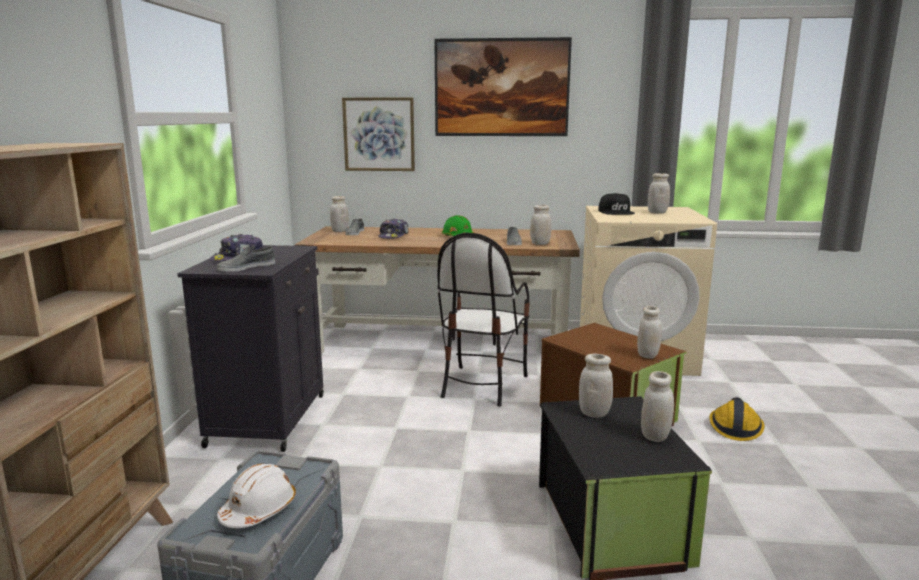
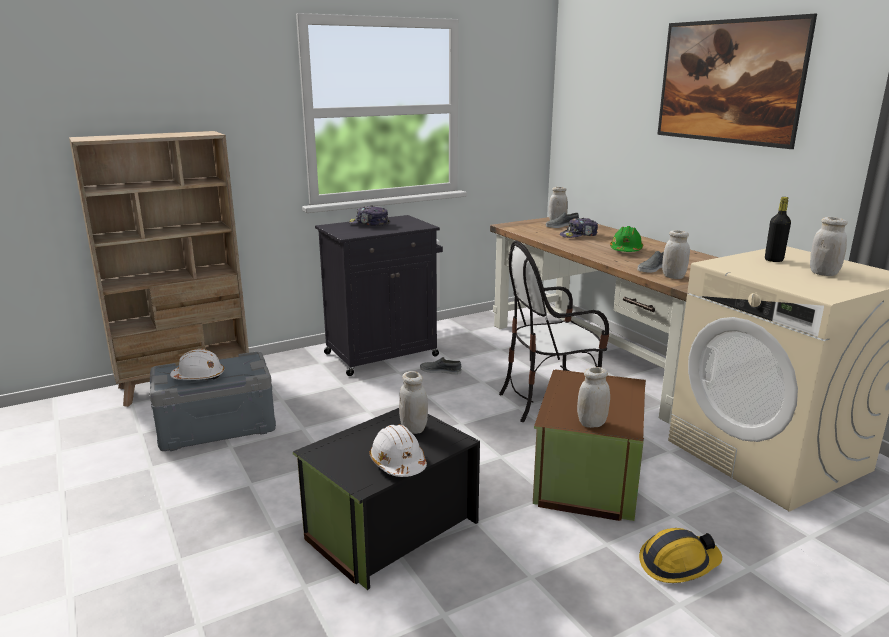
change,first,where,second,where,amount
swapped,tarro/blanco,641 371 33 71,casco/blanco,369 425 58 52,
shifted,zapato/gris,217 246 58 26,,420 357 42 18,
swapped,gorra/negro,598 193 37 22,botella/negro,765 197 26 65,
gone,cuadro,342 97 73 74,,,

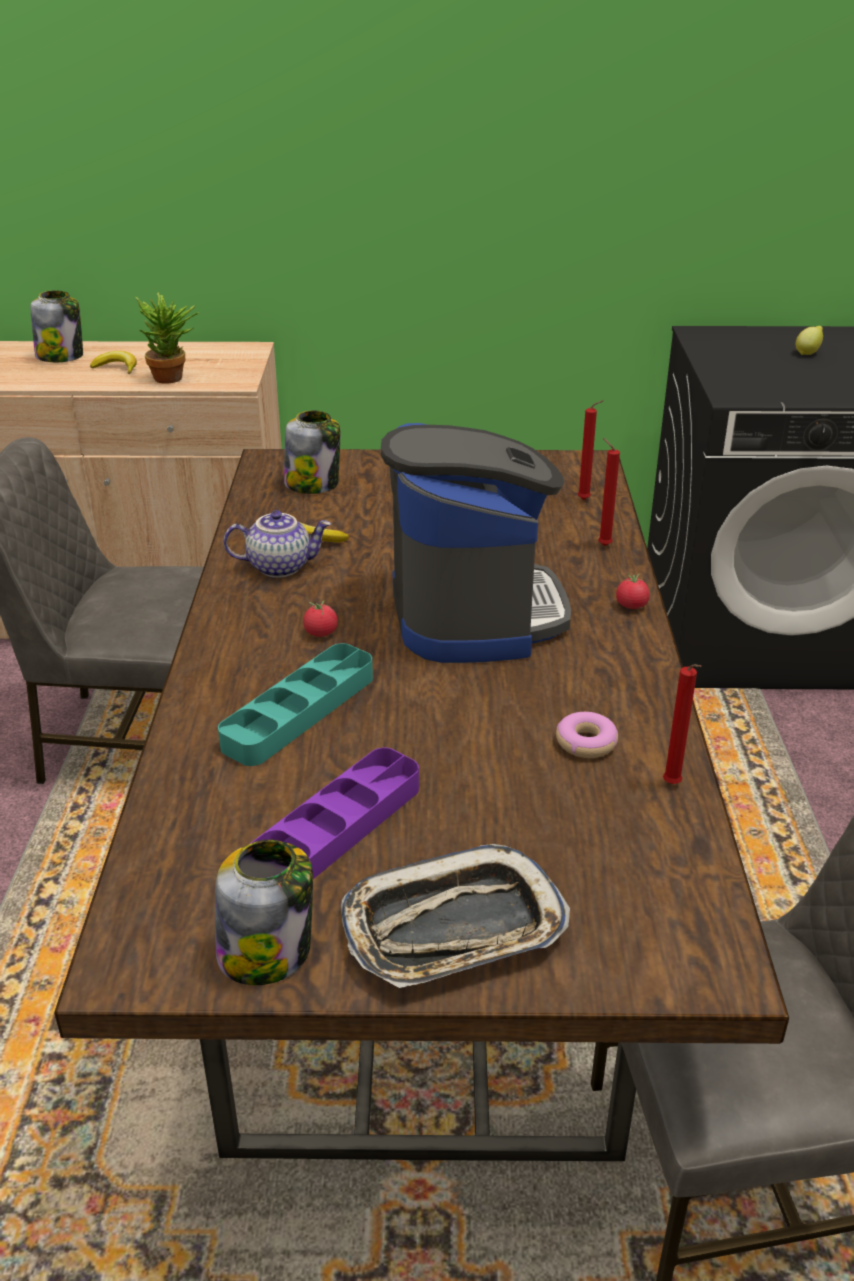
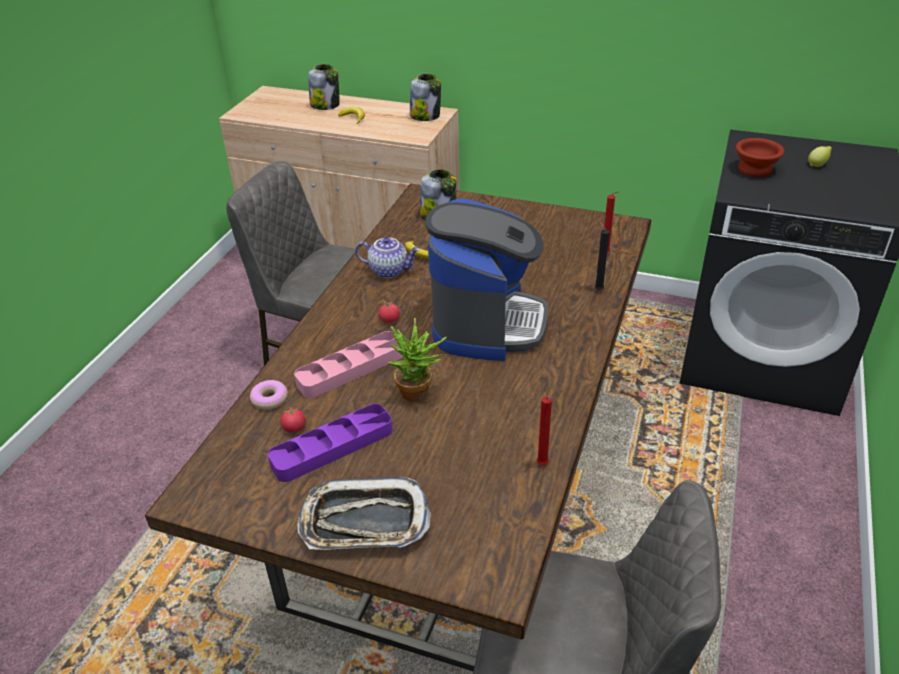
change,first,where,second,where,amount
shifted,rosquilla,556 712 62 46,,250 380 38 30,
shifted,tomate,616 572 34 37,,281 406 25 27,
repainted,bandeja/turquesa,218 643 155 123,bandeja/rosa,294 331 109 67,
shifted,planta en maceta,136 293 63 91,,388 318 59 84,
shifted,tarro,215 840 98 145,,410 74 31 47,
repainted,vela/rojo,598 438 22 108,vela/negro,595 221 14 69,
new,,,cuenco/marrón,736 138 48 39,

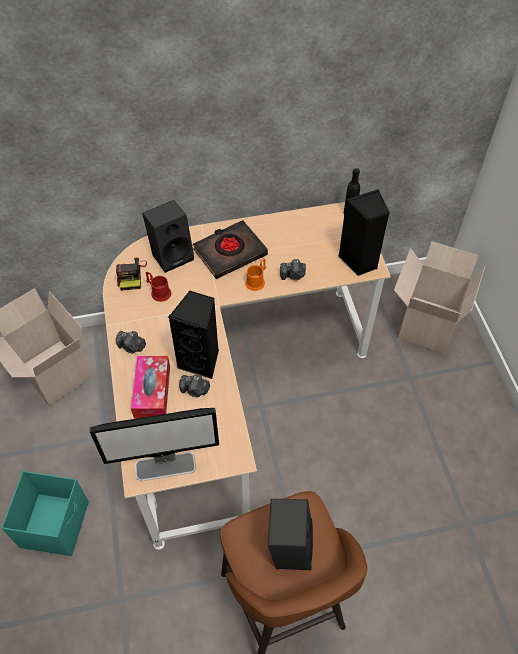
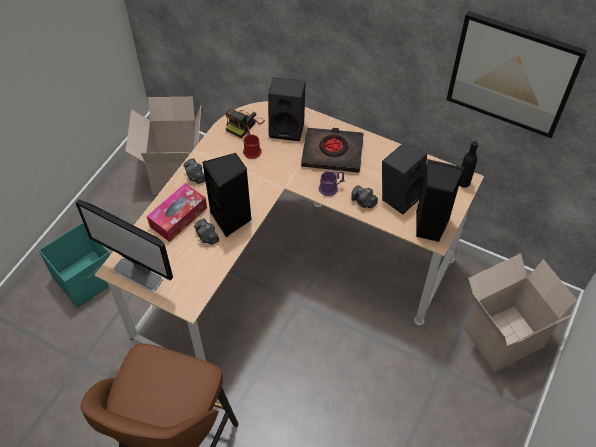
change,first,where,second,where,amount
repainted,taza grande/naranja,245 259 21 32,taza grande/morado,318 171 26 25,
shifted,altavoz/negro,268 499 45 71,,382 142 45 72,
new,,,cuadro,446 11 142 127,

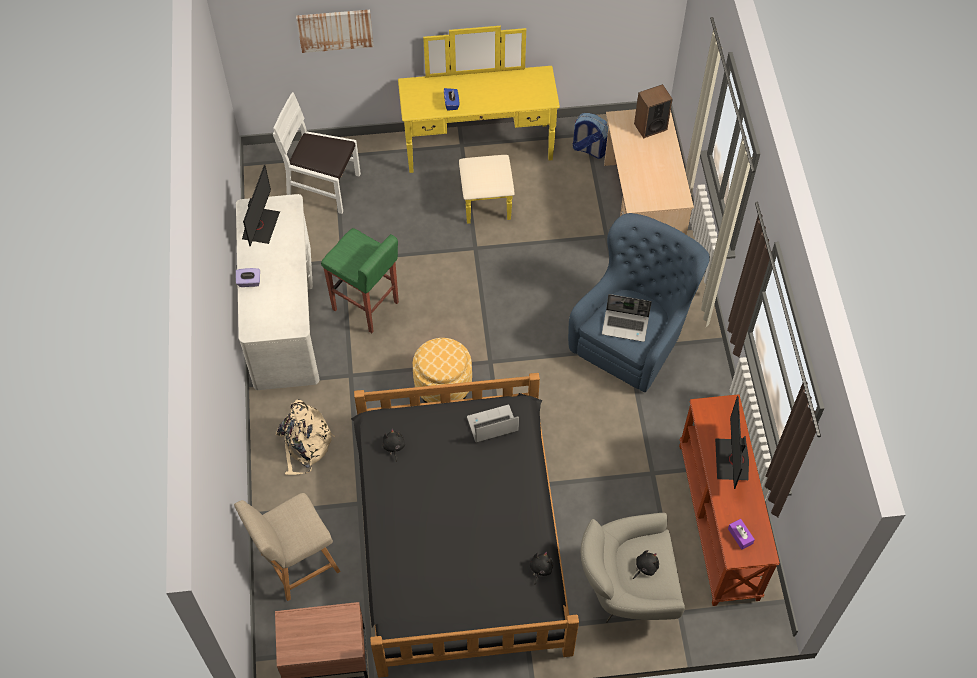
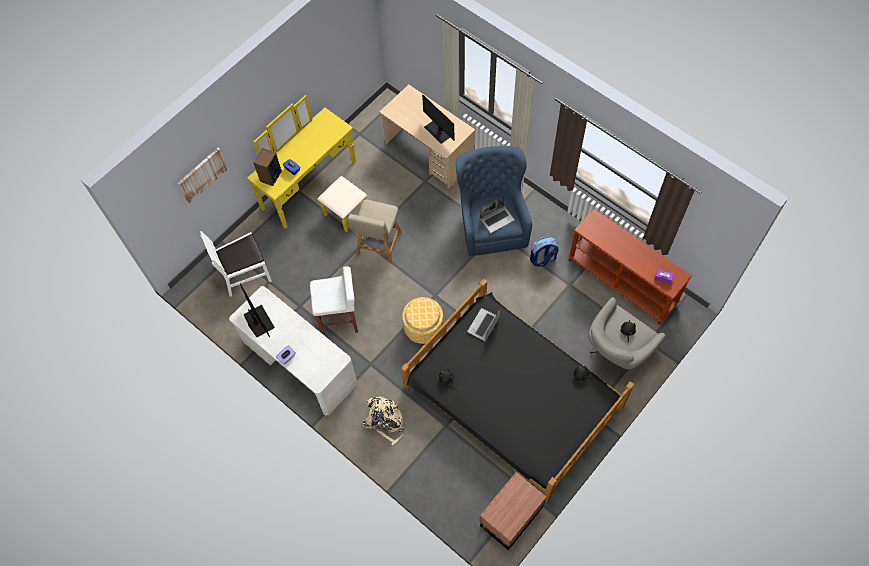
change,first,where,second,where,amount
shifted,altavoz,634 84 38 55,,254 148 28 38,
repainted,taburete/verde,321 228 78 105,taburete/blanco,310 266 48 71,
shifted,silla/beis,234 493 107 108,,348 200 54 63,
shifted,monitor,715 396 34 93,,422 95 33 49,
shifted,mochila,572 113 36 46,,530 236 29 31,

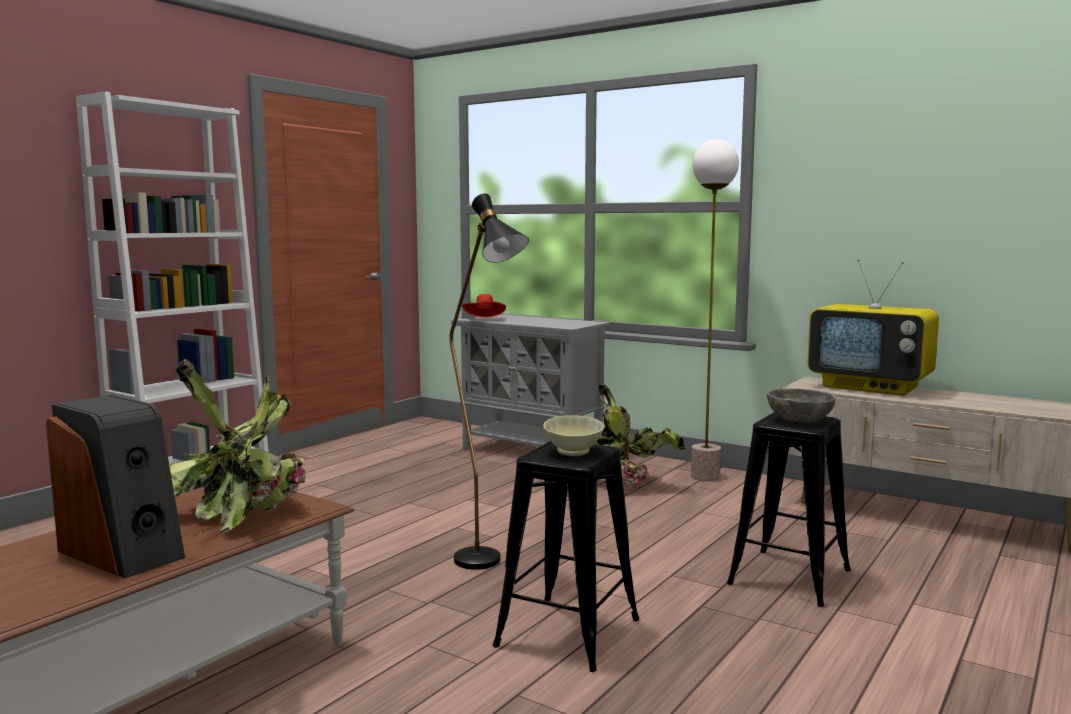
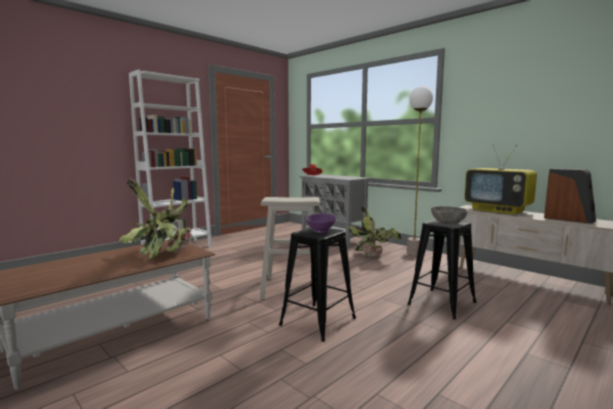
change,first,where,second,where,amount
swapped,lámpara de pie/negro,449 193 80 377,taburete/beis,260 197 60 102,
repainted,cuenco/beis,543 415 61 41,cuenco/morado,306 214 30 19,
shifted,altavoz,46 395 139 183,,544 168 52 56,

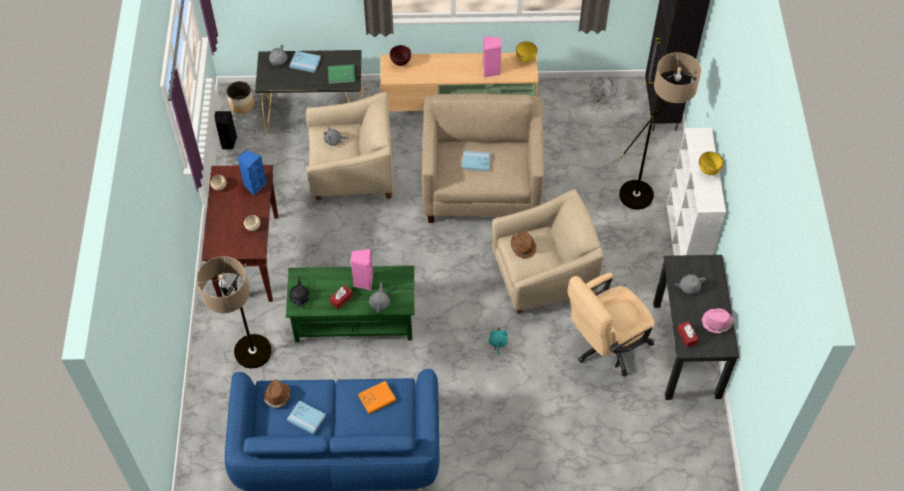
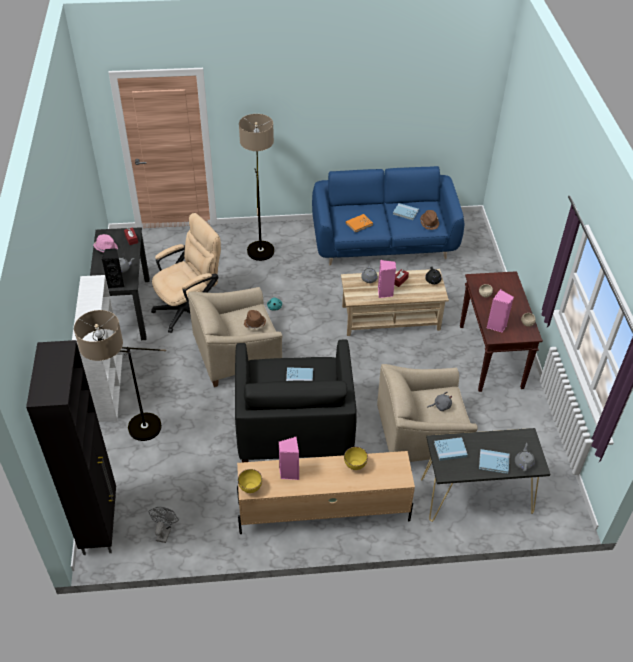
change,first,where,second,where,amount
shifted,altavoz/negro,214 111 23 39,,102 248 22 41,
repainted,sillón/beis,422 94 122 129,sillón/negro,235 340 122 122,
shifted,lámpara de pie,197 256 75 113,,239 114 35 147,
repainted,mesa de centro/verde,286 266 128 76,mesa de centro/beis,341 269 108 67,
shifted,cuenco/amarillo,699 152 25 23,,344 447 24 23,
repainted,libro/verde,328 64 27 20,libro/azul,434 437 34 24,
repainted,altavoz/azul,237 150 30 45,altavoz/rosa,487 289 27 43,
gone,maceta,226 81 28 33,,,
gone,cuenco/marrón,390 45 21 21,,,

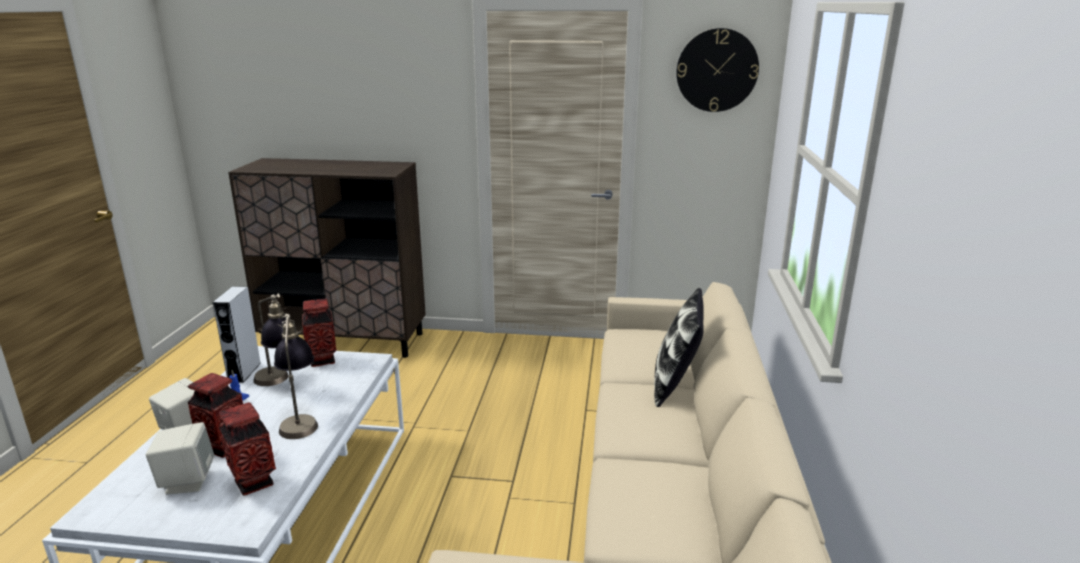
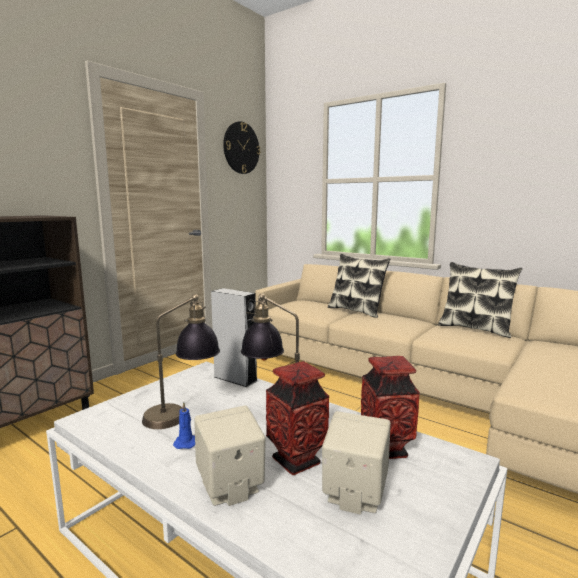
change,first,where,second,where,amount
shifted,altavoz/gris,213 286 48 97,,211 288 46 99,
new,,,cojín,438 262 84 76,
gone,florero,302 299 35 68,,,

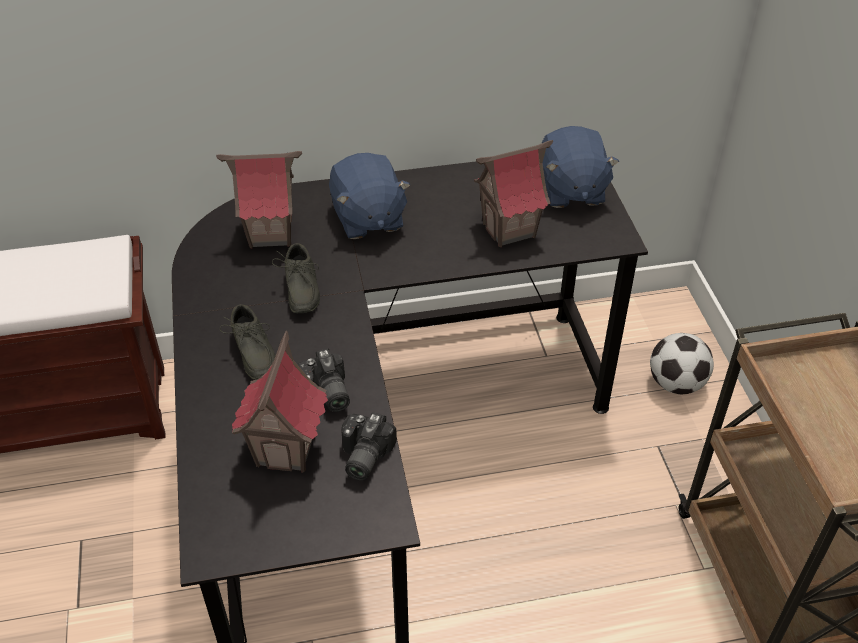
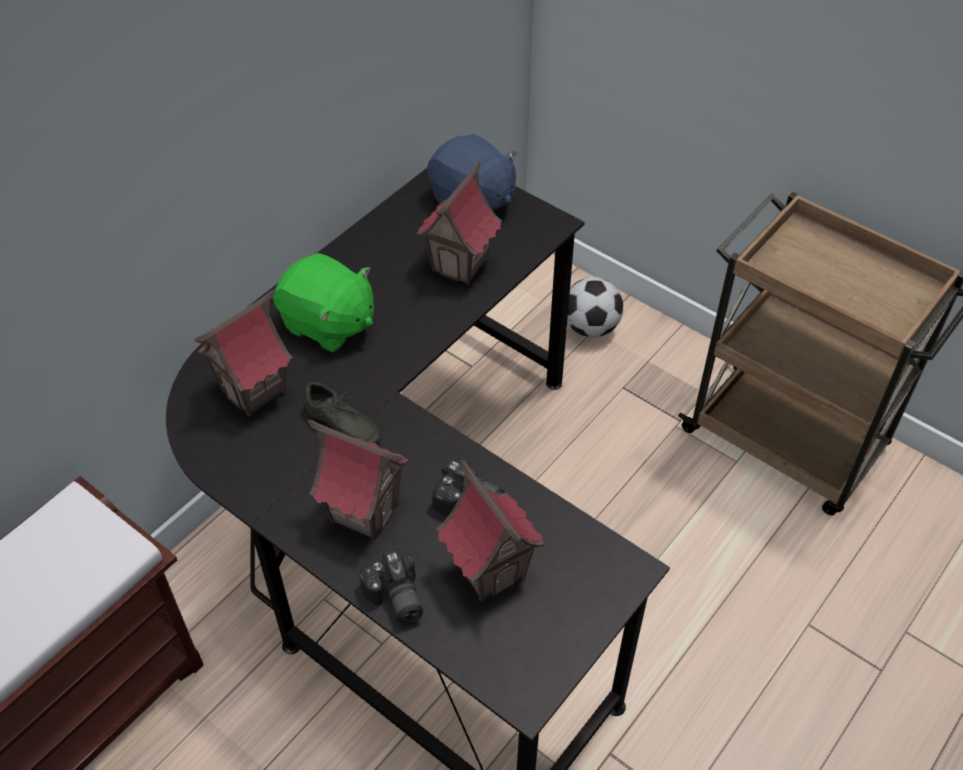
change,first,where,second,where,amount
repainted,peluche/azul,329 153 82 86,peluche/verde,273 253 101 100,
swapped,zapato/gris,220 304 56 75,casita,308 420 101 120,
shifted,cámara,341 412 56 69,,359 549 64 75,

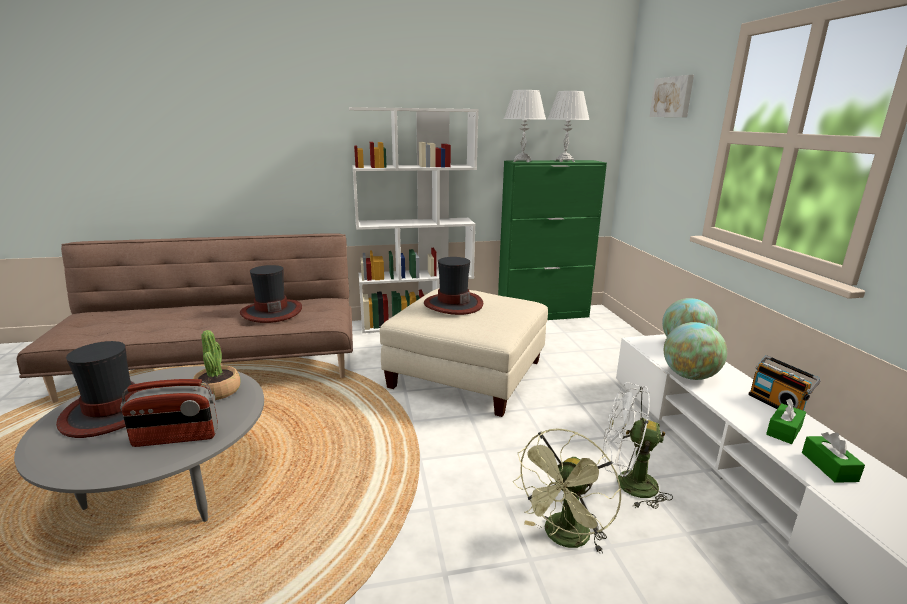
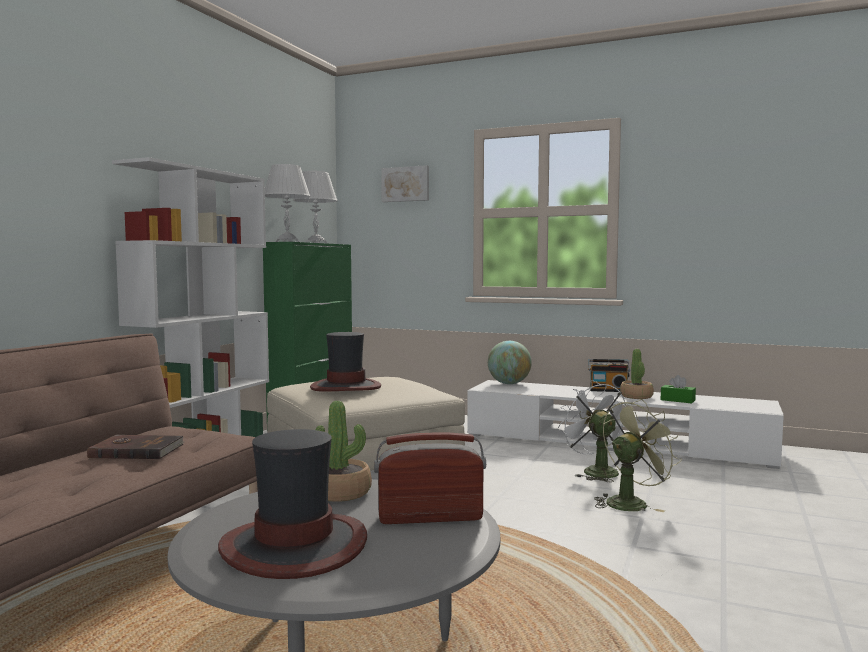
change,first,where,second,where,amount
swapped,sombrero,240 265 62 58,libro/marrón,87 435 97 24,
rotated,radio,120 379 98 68,,374 432 112 92,120 degrees counterclockwise
rotated,ventilador/blanco,602 382 71 127,,558 380 68 102,105 degrees clockwise
rotated,ventilador/verde,513 429 109 125,,594 399 88 113,105 degrees counterclockwise
swapped,caja de pañuelos/verde,766 399 40 45,planta en maceta,620 349 34 50,
gone,globo terráqueo,664 322 63 58,,,

